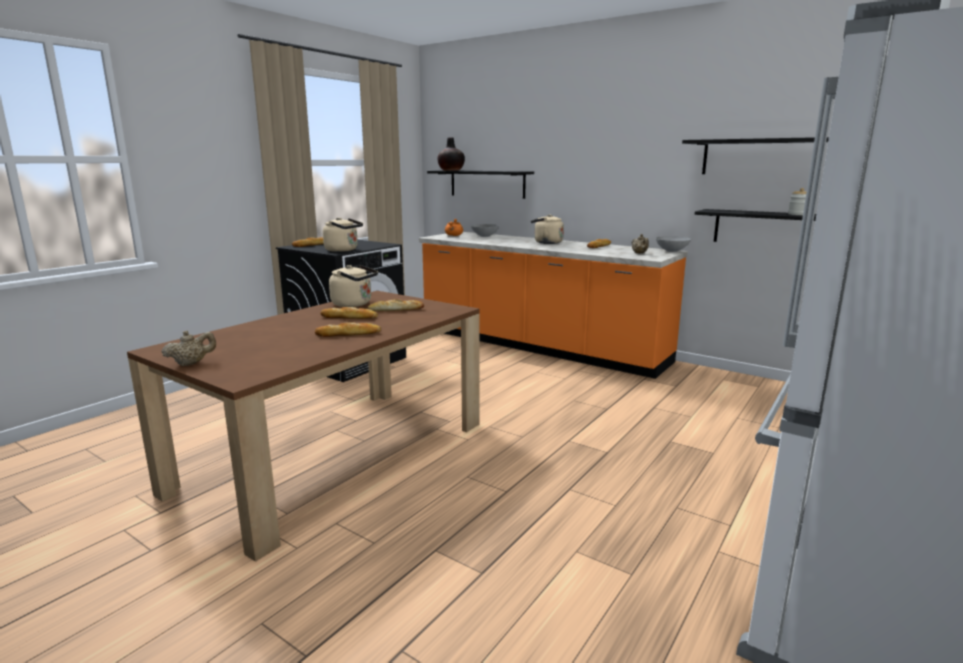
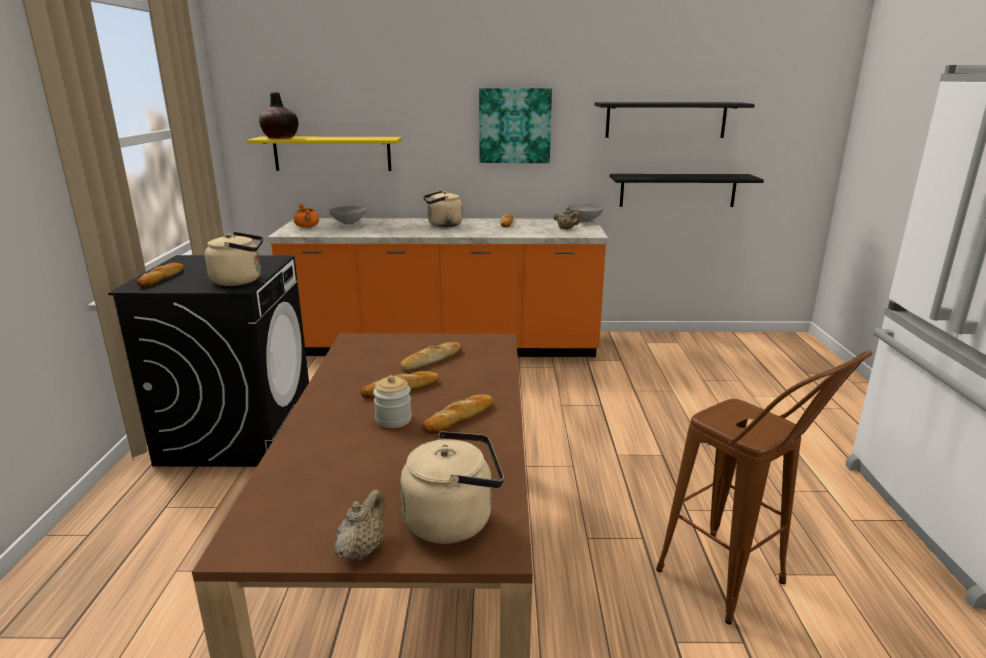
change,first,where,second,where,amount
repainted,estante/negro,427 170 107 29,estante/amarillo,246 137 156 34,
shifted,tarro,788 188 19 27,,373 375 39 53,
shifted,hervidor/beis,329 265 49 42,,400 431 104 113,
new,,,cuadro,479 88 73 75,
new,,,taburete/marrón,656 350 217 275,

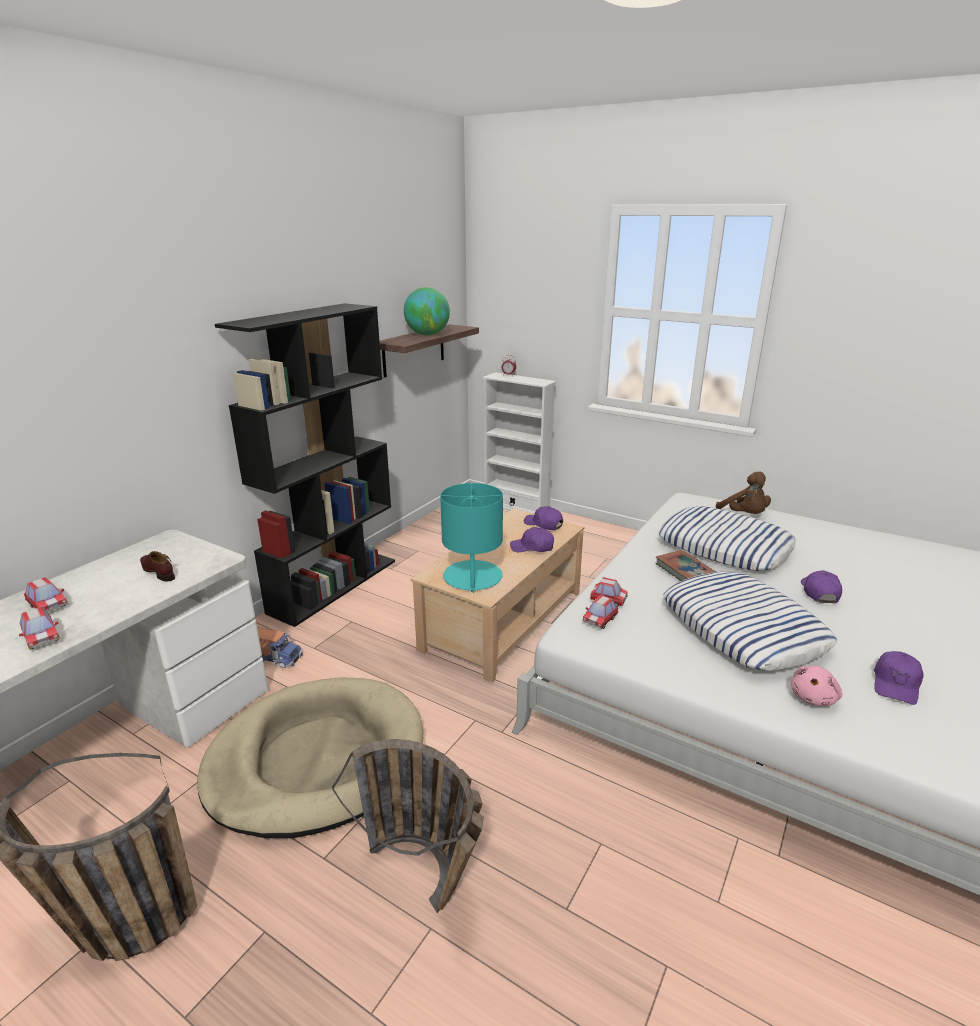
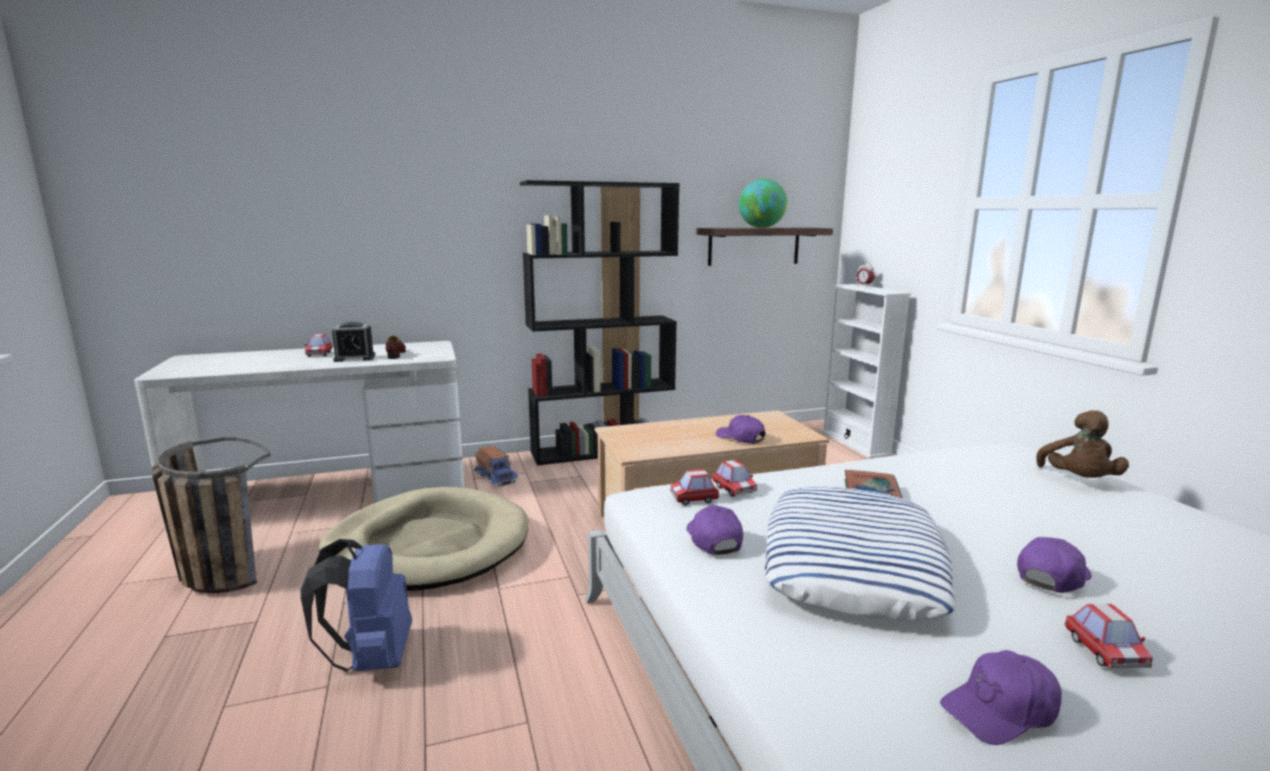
change,first,where,second,where,amount
swapped,cesta,332 739 152 174,mochila/azul,301 539 111 133,
new,,,despertador,332 322 43 40,
shifted,gorra/morado,524 506 39 24,,686 505 57 50,
shifted,coche de juguete,19 607 41 43,,1064 604 89 64,
gone,lámpara de mesa/turquesa,440 483 63 110,,,
gone,cojín,659 506 137 65,,,
gone,peluche/rosa,791 666 51 40,,,

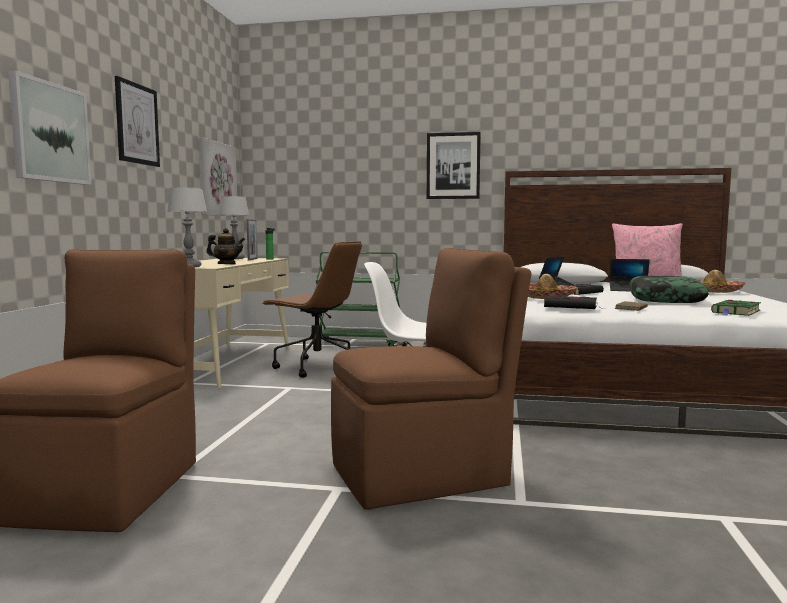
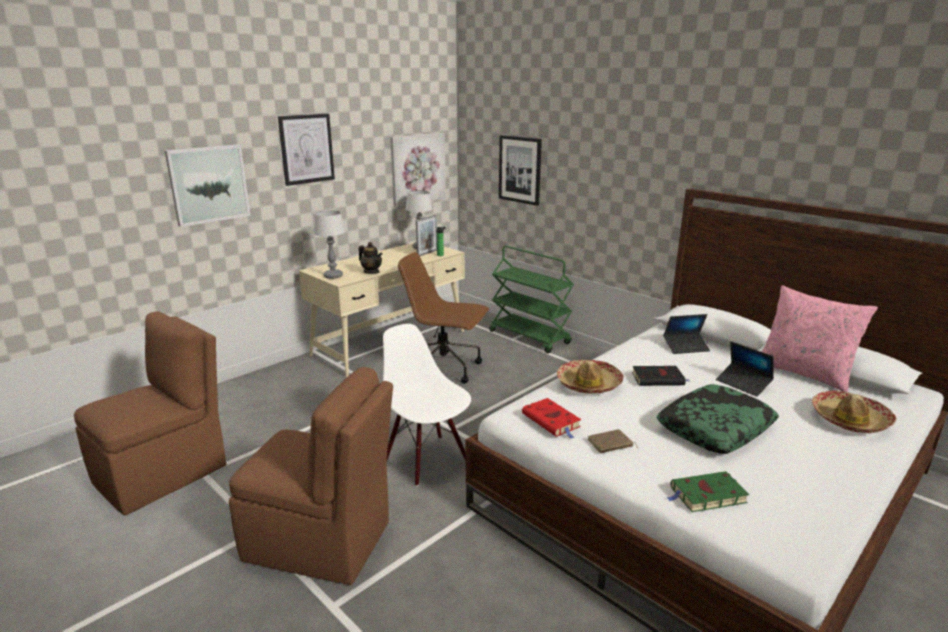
change,first,where,second,where,amount
rotated,silla de oficina/marrón,262 241 100 137,,398 252 91 132,135 degrees clockwise
shifted,cuadro,427 132 54 67,,499 135 43 71,
repainted,libro/negro,544 296 62 13,libro/rojo,522 398 59 41,

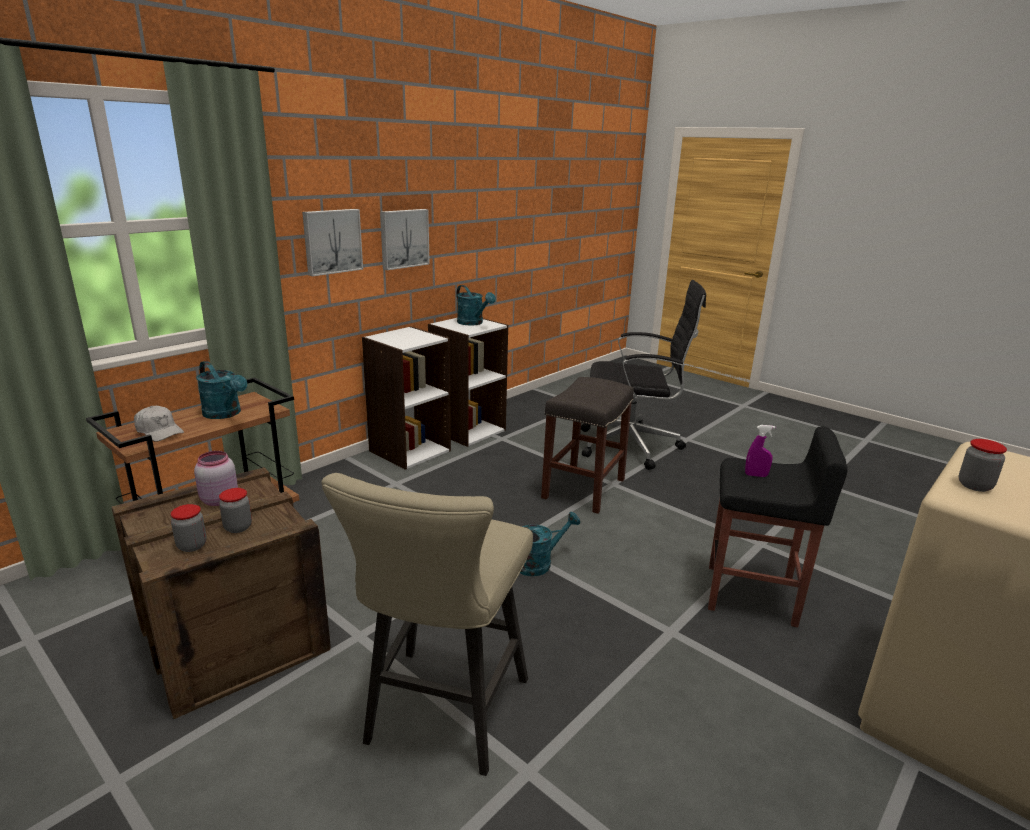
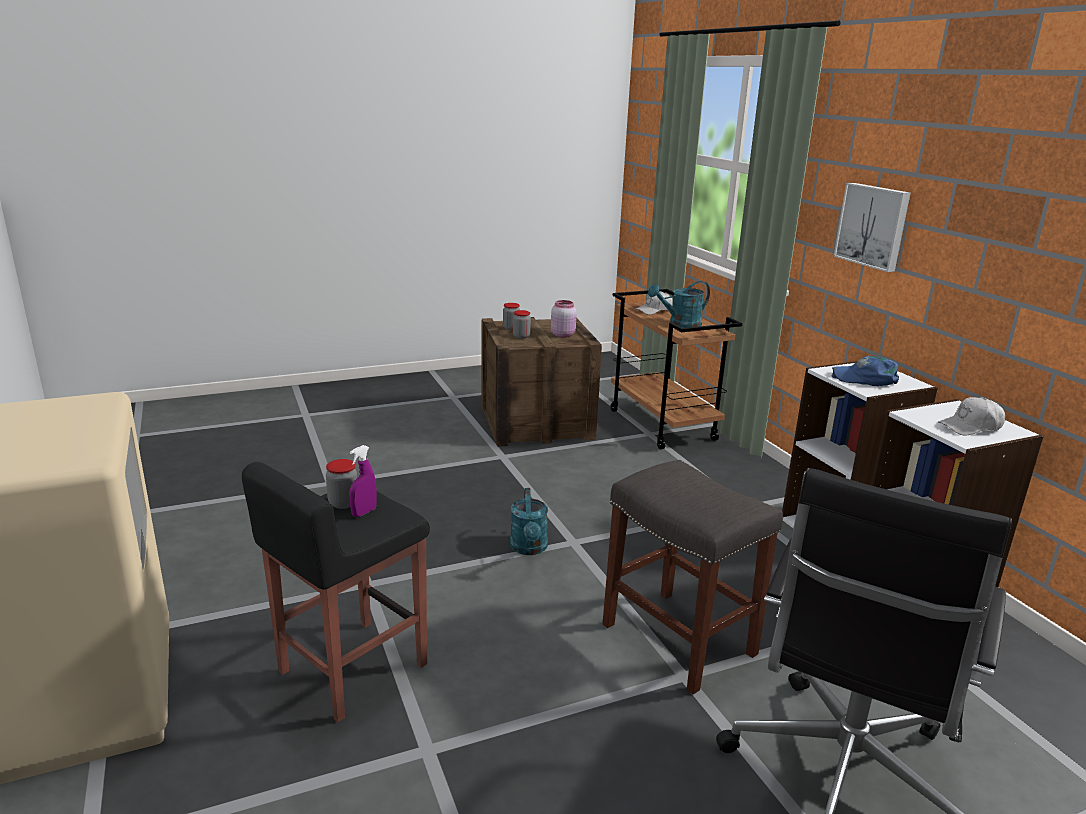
change,first,where,second,where,amount
shifted,tarro,959 439 48 53,,326 459 31 50,
new,,,gorra/azul,831 356 68 30,
swapped,regadera/turquesa,456 285 40 41,gorra/blanco,938 397 67 38,
gone,taburete/beis,321 473 212 303,,,
gone,cuadro,380 209 50 61,,,

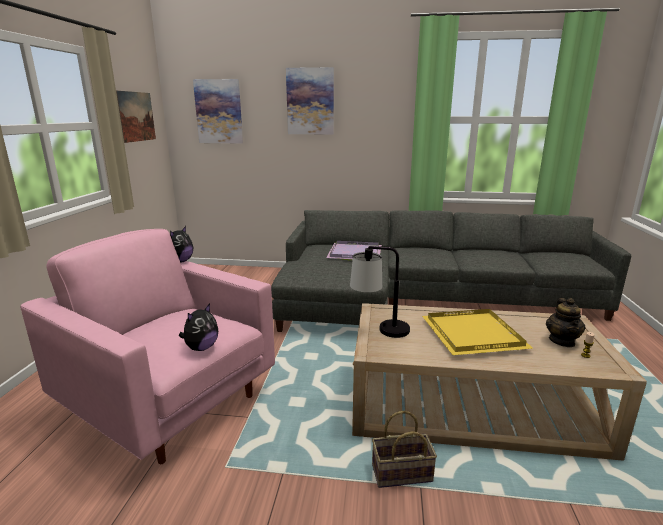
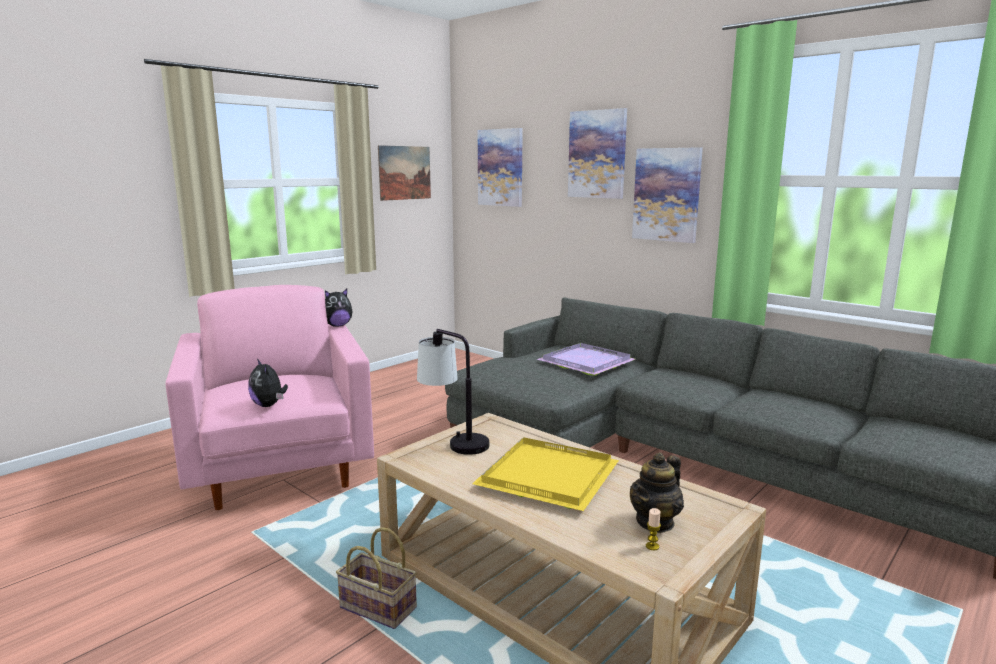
change,first,where,second,where,amount
rotated,peluche,179 304 39 47,,248 359 40 48,75 degrees clockwise
new,,,cuadro,632 147 71 96,

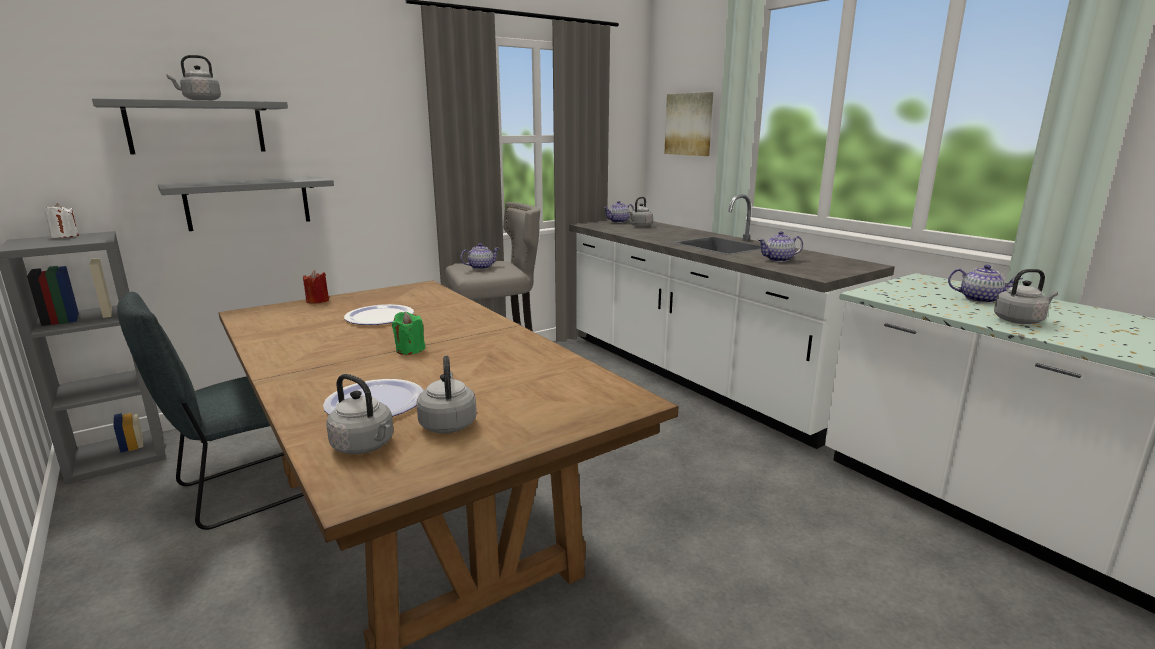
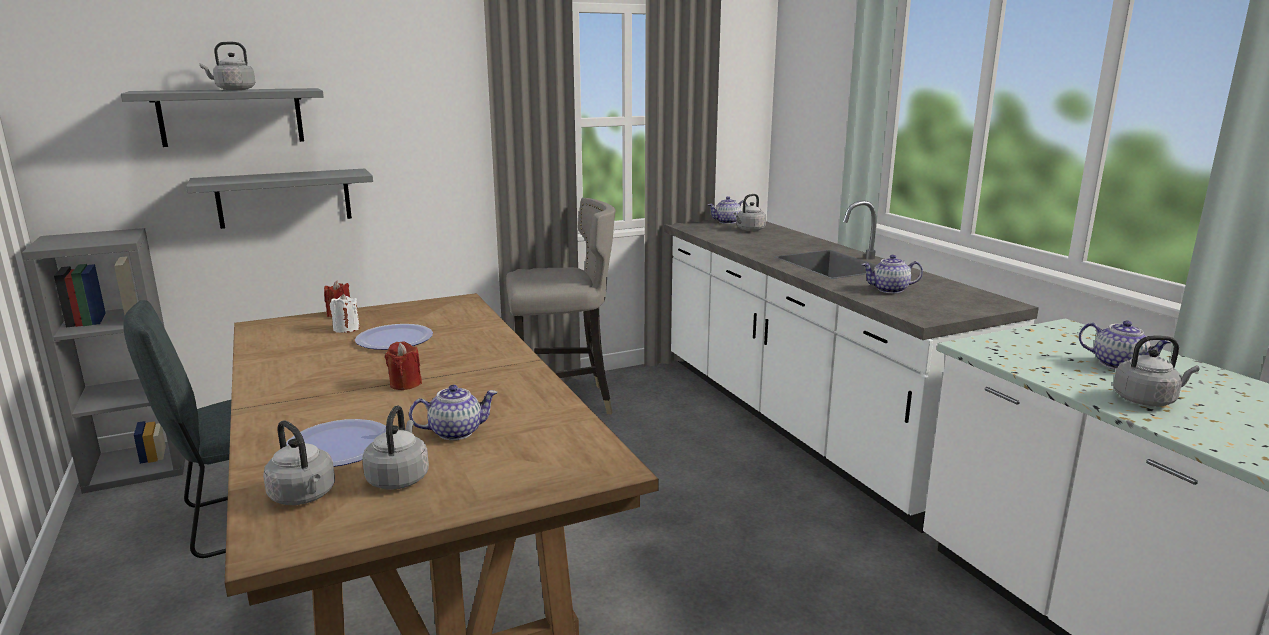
change,first,where,second,where,amount
shifted,vela/blanco,44 203 35 35,,330 294 30 39,
repainted,vela/verde,392 312 33 43,vela/rojo,385 342 37 48,
shifted,tetera,460 243 40 27,,409 385 88 55,
gone,cuadro,664 92 49 64,,,

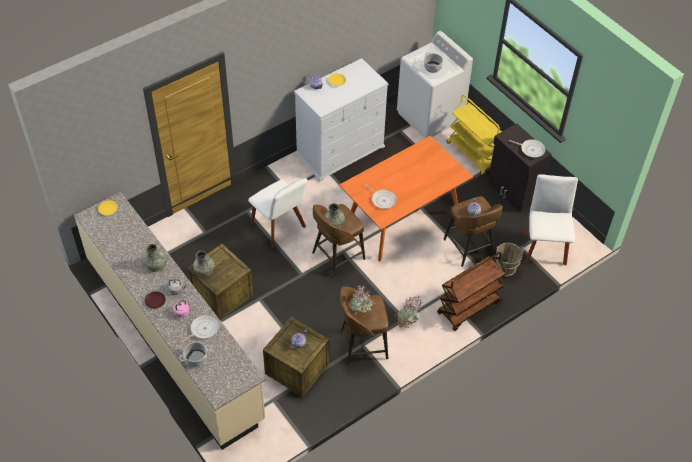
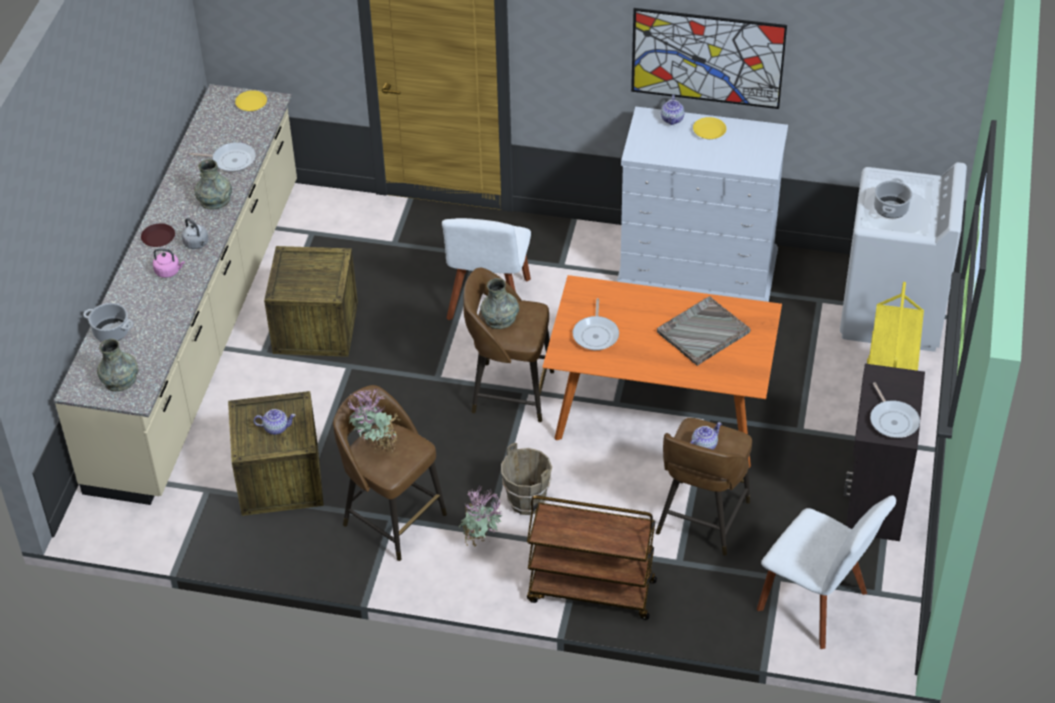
change,first,where,second,where,amount
shifted,florero/gris,193 251 22 26,,97 339 41 52,
shifted,sartén,179 315 40 29,,189 142 67 30,
shifted,cubo/marrón,495 243 29 34,,501 443 51 72,
new,,,cuadro,631 8 156 101,
new,,,bandeja/gris,657 296 94 70,
rotated,silla/blanco,523 174 55 91,,757 495 139 154,75 degrees clockwise

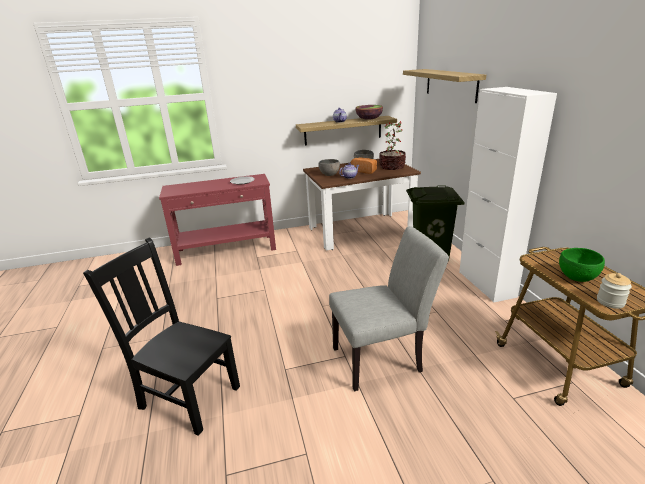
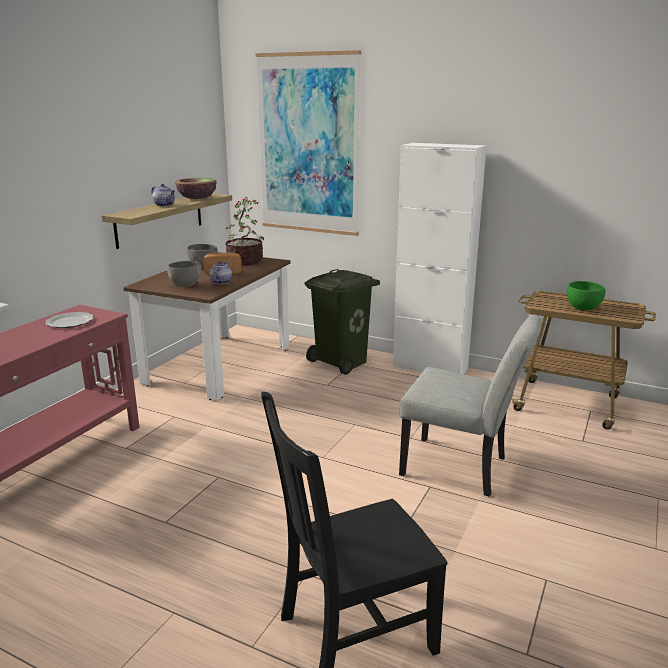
change,first,where,second,where,amount
swapped,estante,403 69 83 34,cuadro,255 50 106 186,
rotated,silla/gris,329 226 120 166,,399 314 143 182,90 degrees clockwise
gone,tarro,597 273 35 36,,,

